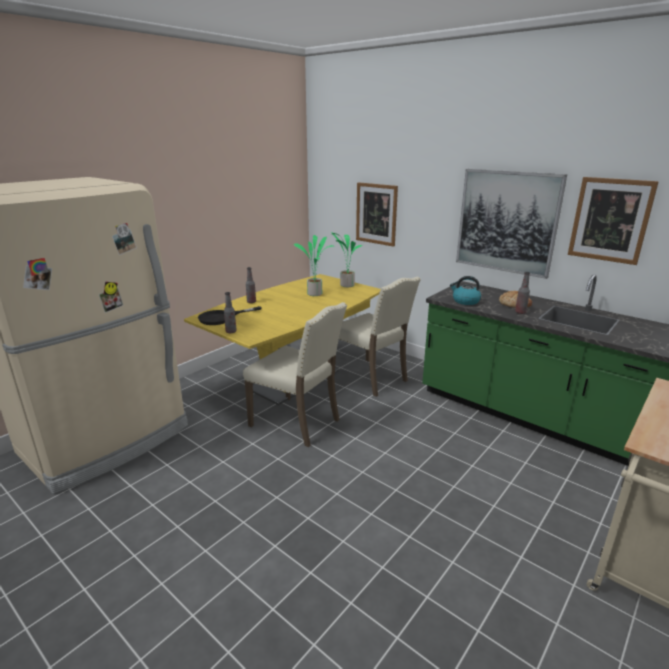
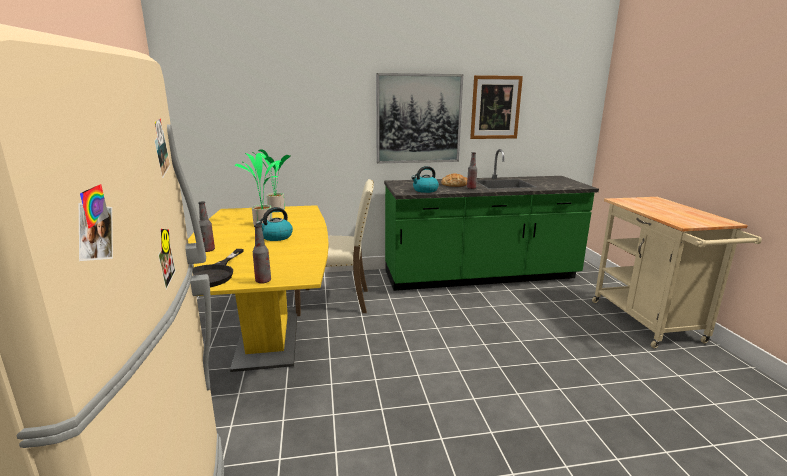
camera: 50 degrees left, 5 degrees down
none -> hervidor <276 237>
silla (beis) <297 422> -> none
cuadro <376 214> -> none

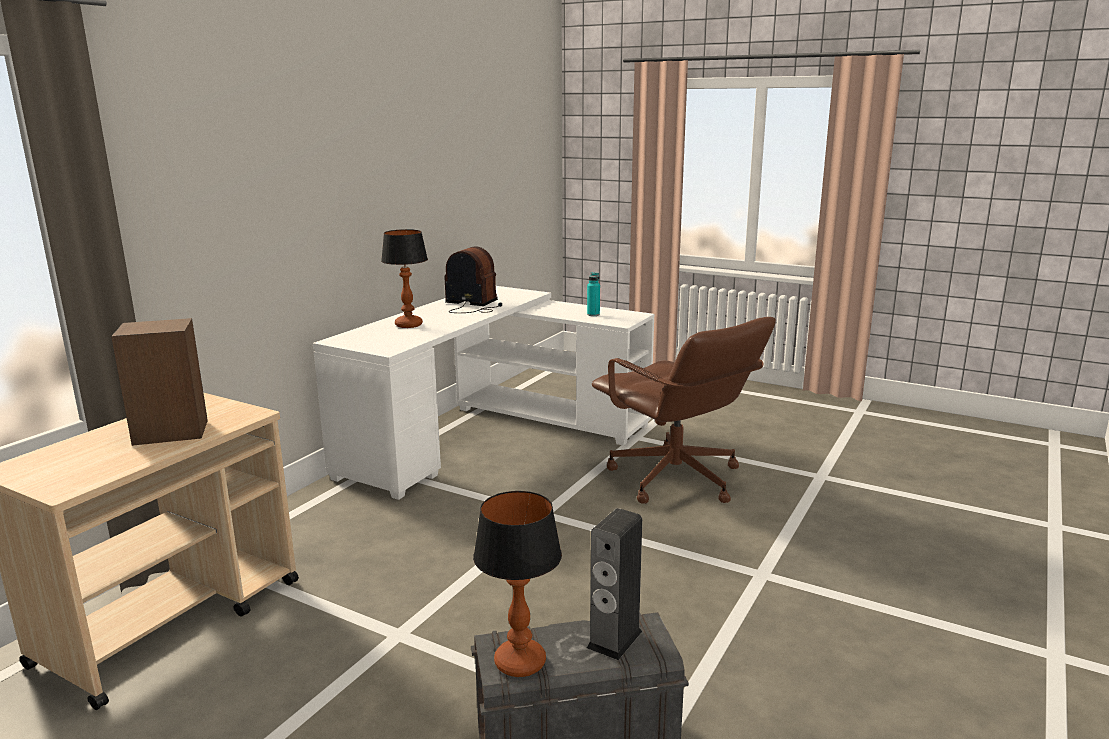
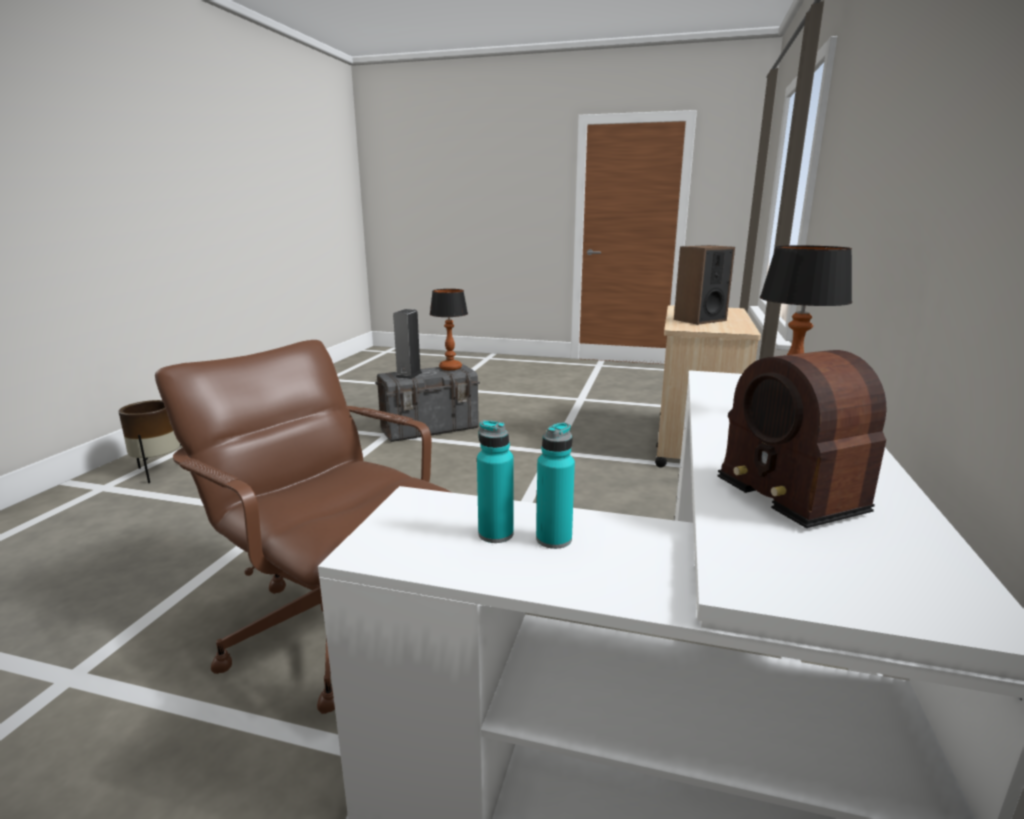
camera: 165 degrees right, 0 degrees up
none -> maceta (marrón) <159 471>
none -> botella (turquesa) <554 539>
radio <473 305> -> radio <796 483>, 60 degrees clockwise

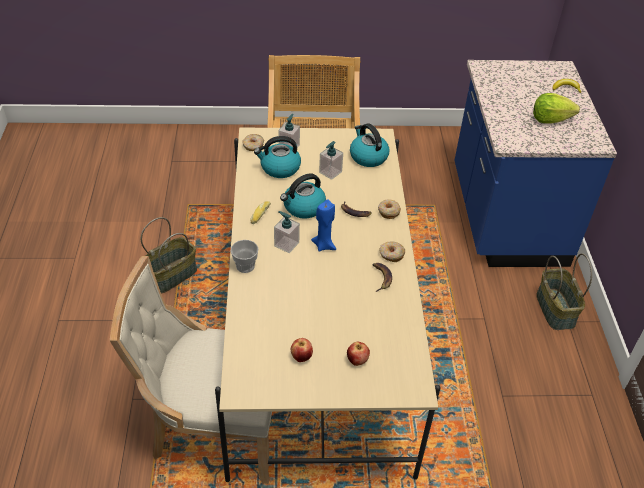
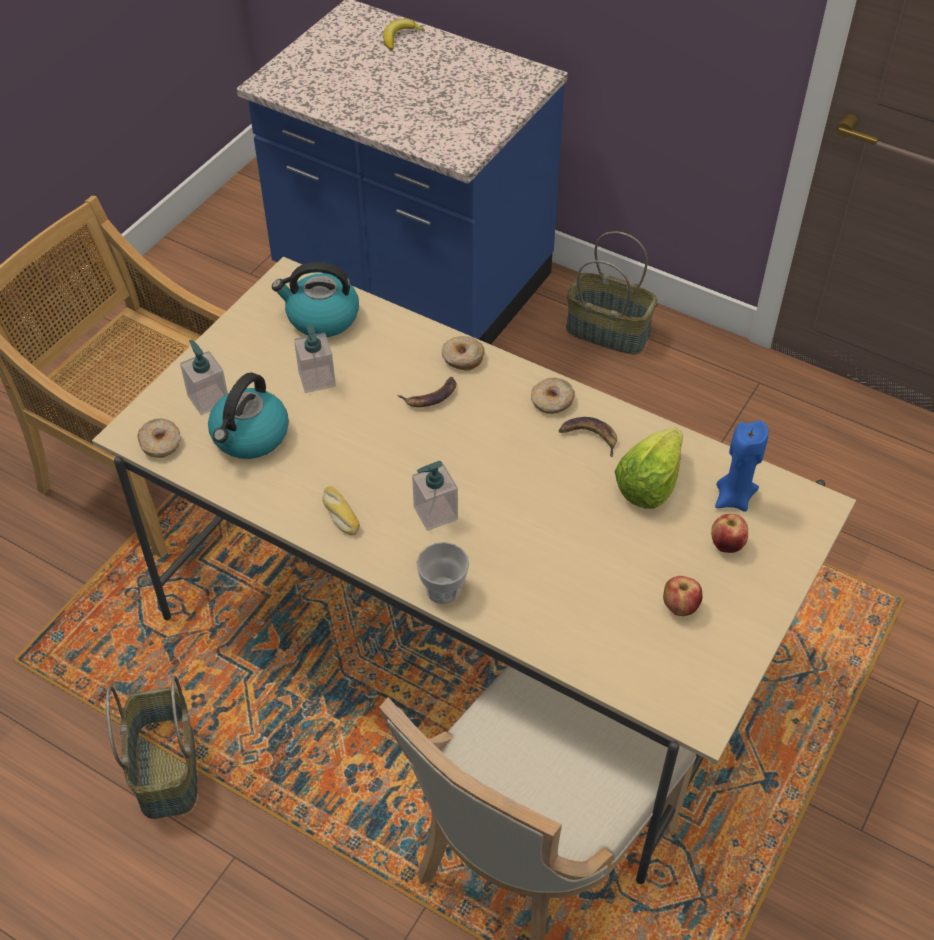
camera: 55 degrees left, 5 degrees up
lechuga <550 119> -> lechuga <649 484>, move
vela (azul) <324 245> -> vela (azul) <733 498>, move
hervidor <303 207> -> none

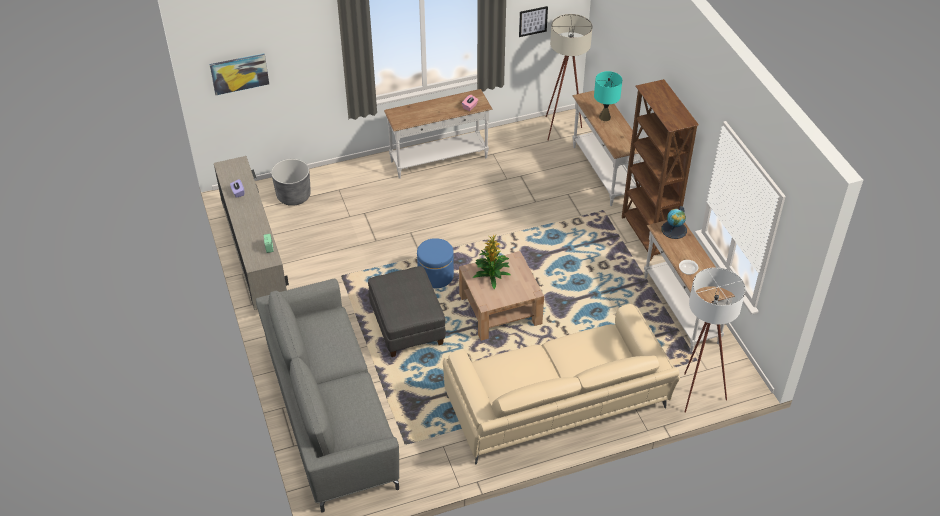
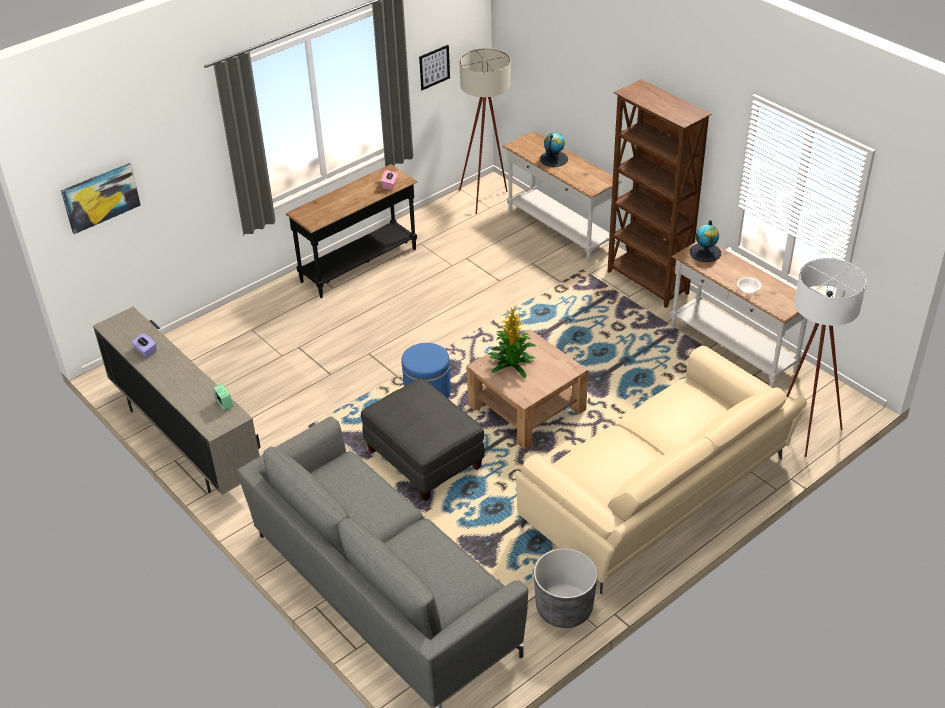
camera: 20 degrees left, 5 degrees down
mesa consola (blanco) <439 160> -> mesa consola (negro) <359 266>
maceta (gris) <293 196> -> maceta (gris) <564 608>, move
lámpara de mesa (turquesa) <604 117> -> globo terráqueo <553 159>

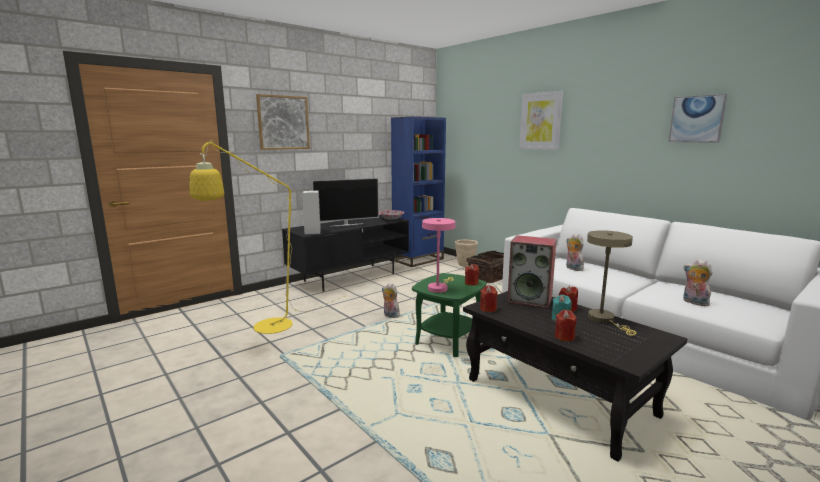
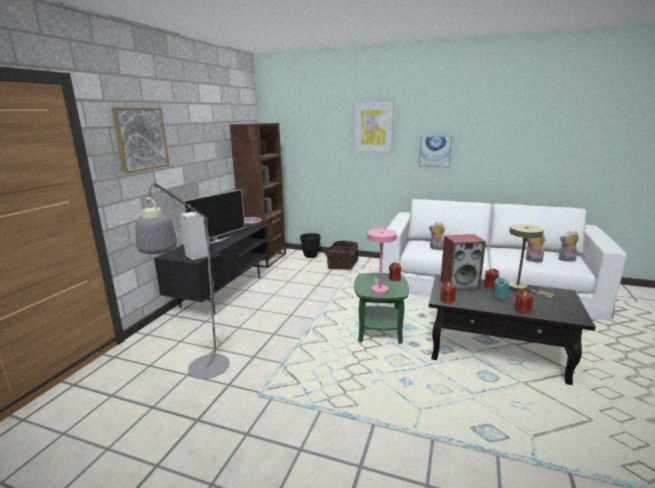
camera: 30 degrees left, 5 degrees up
lámpara de pie (amarillo) <264 329> -> lámpara de pie (gris) <205 373>
estantería (azul) <418 259> -> estantería (marrón) <265 259>
maceta (beis) <465 265> -> maceta (negro) <310 256>
cuadro <697 119> -> cuadro <435 151>, move
peluche <390 316> -> peluche <566 260>, move

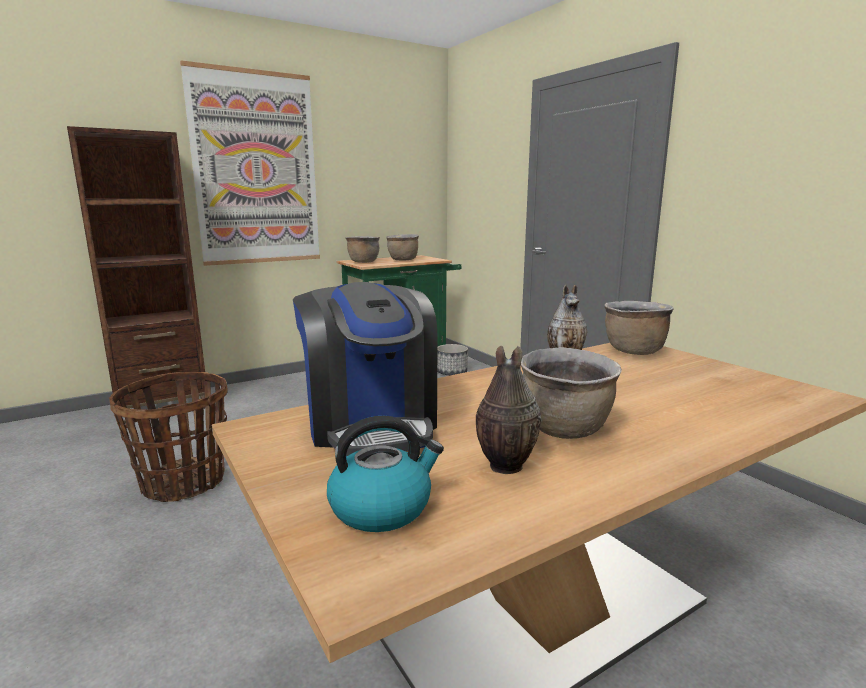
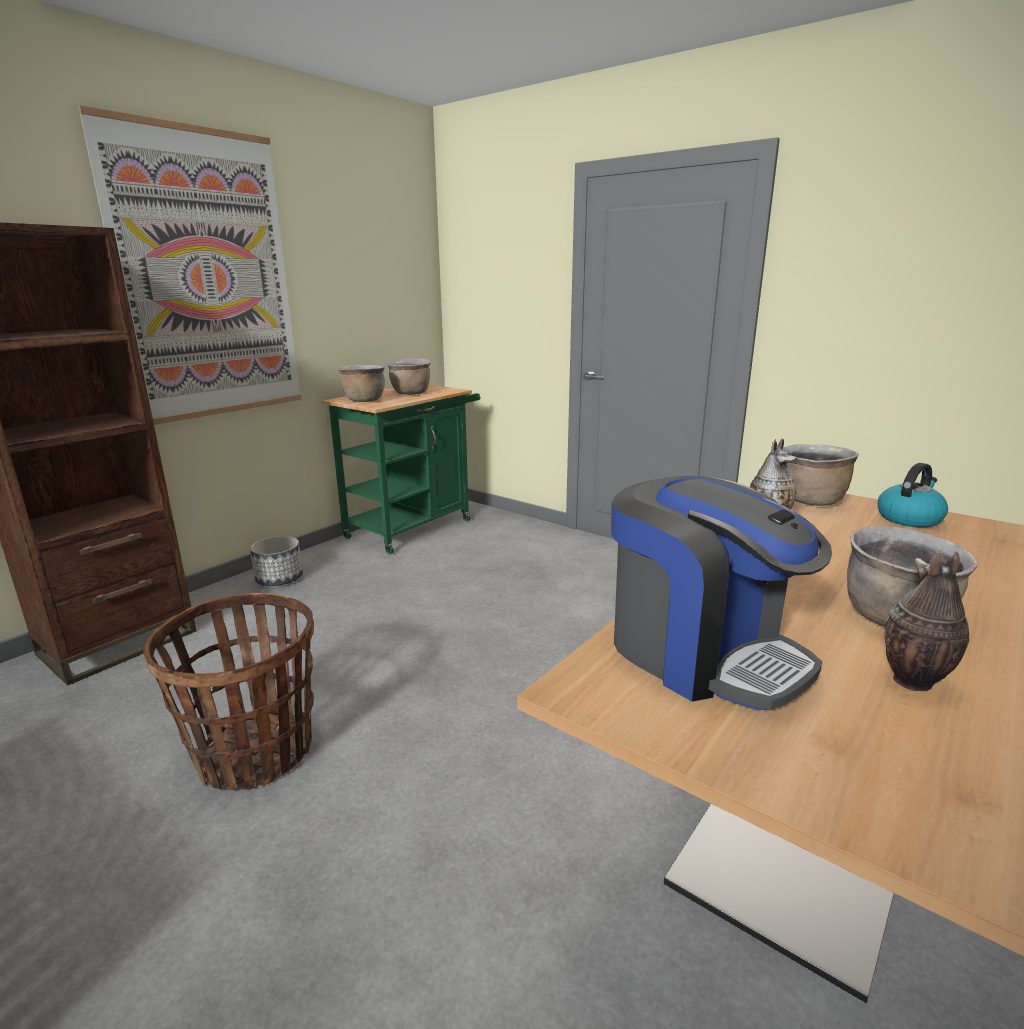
camera: 20 degrees left, 5 degrees up
maceta <451 372> -> maceta <279 578>, move
hervidor <382 507> -> hervidor <909 518>, move

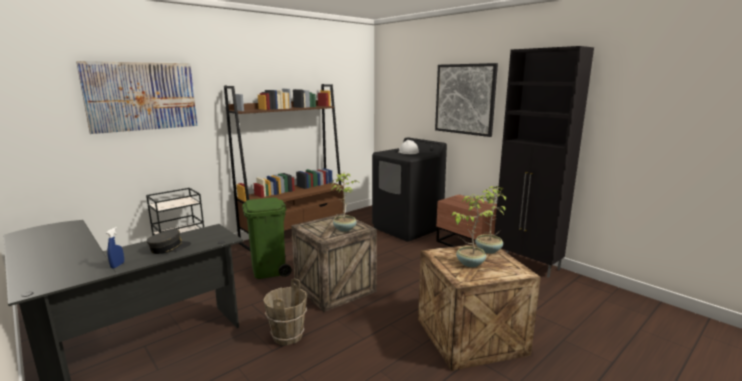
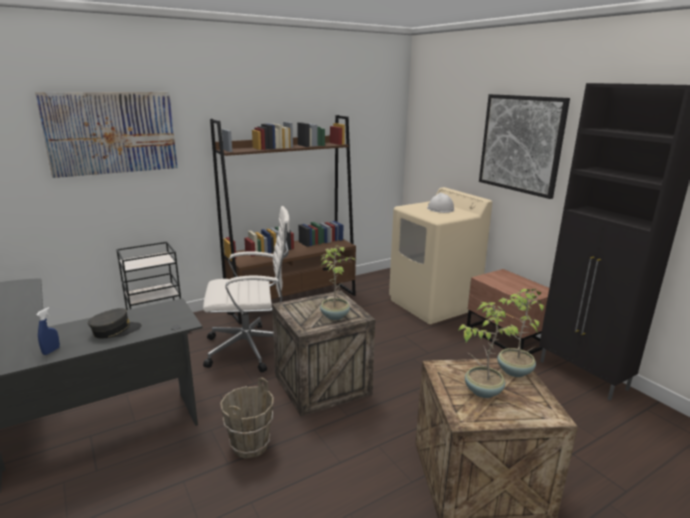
camera: 10 degrees right, 5 degrees up
papelera (verde) <269 270> -> silla de oficina (blanco) <251 348>
lavadora (negro) <407 228> -> lavadora (beis) <433 304>

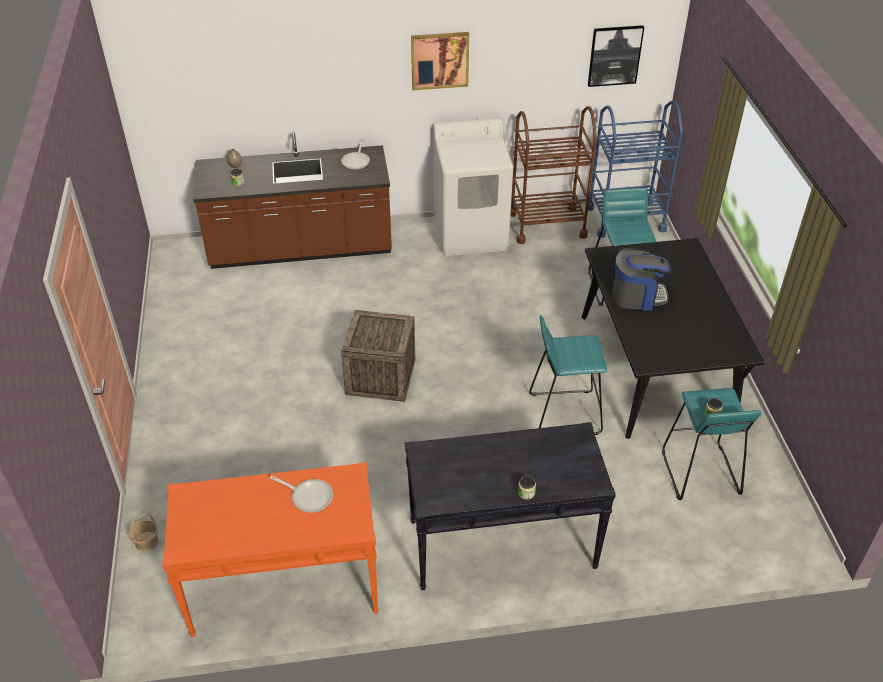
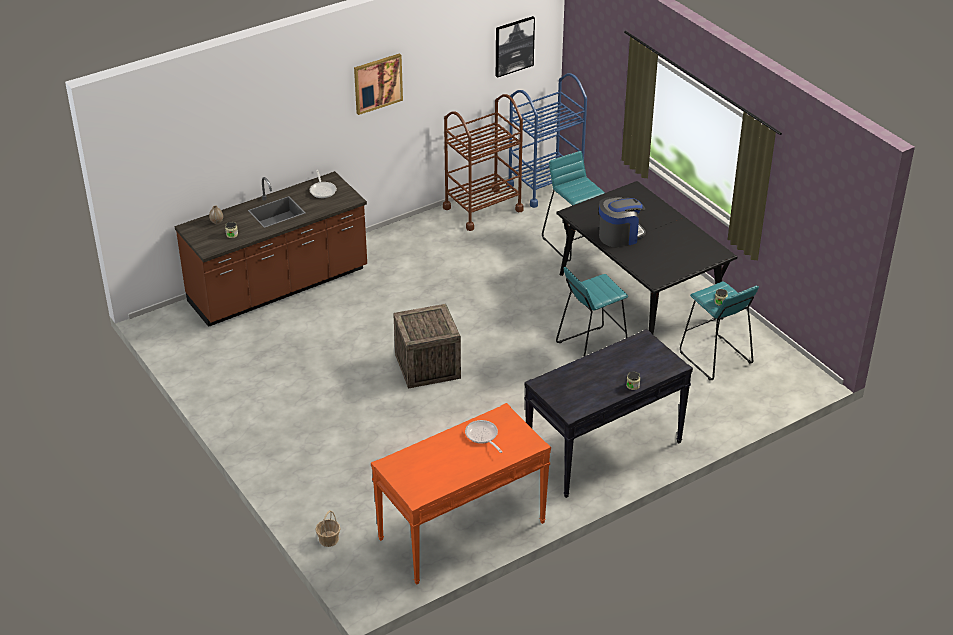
camera: 25 degrees left, 5 degrees down
sartén <309 496> -> sartén <482 436>, 120 degrees counterclockwise
lavadora (blanco) <471 233> -> none

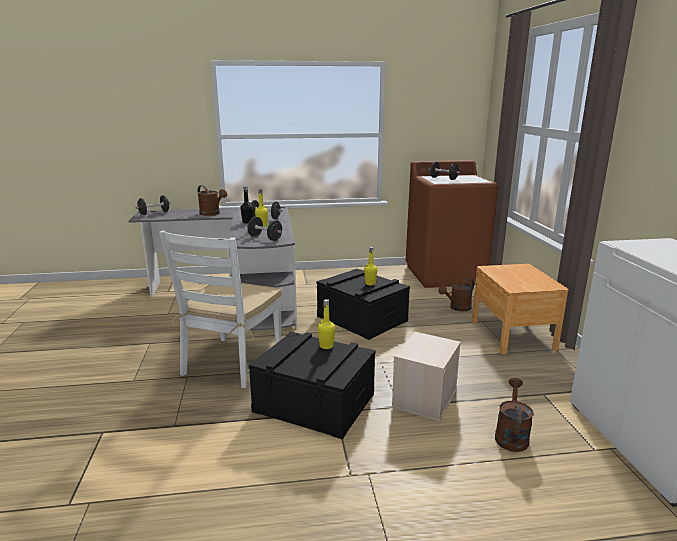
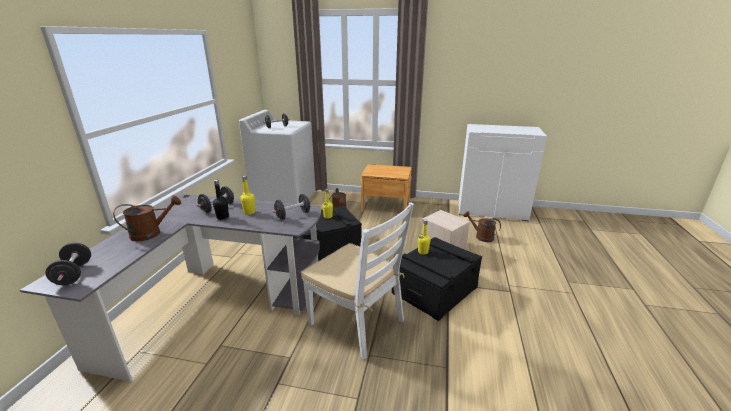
camera: 70 degrees left, 5 degrees up
lavadora (marrón) <445 275> -> lavadora (blanco) <284 199>

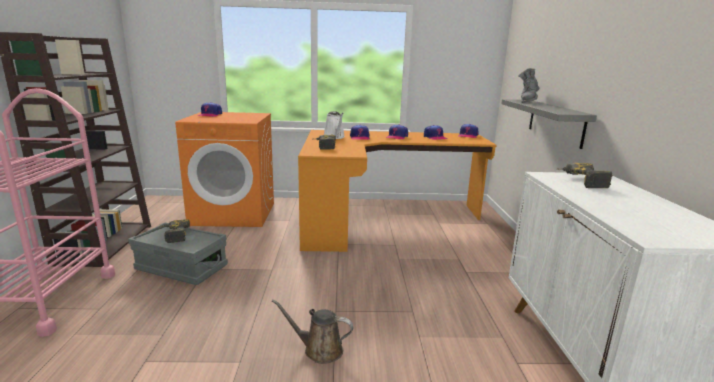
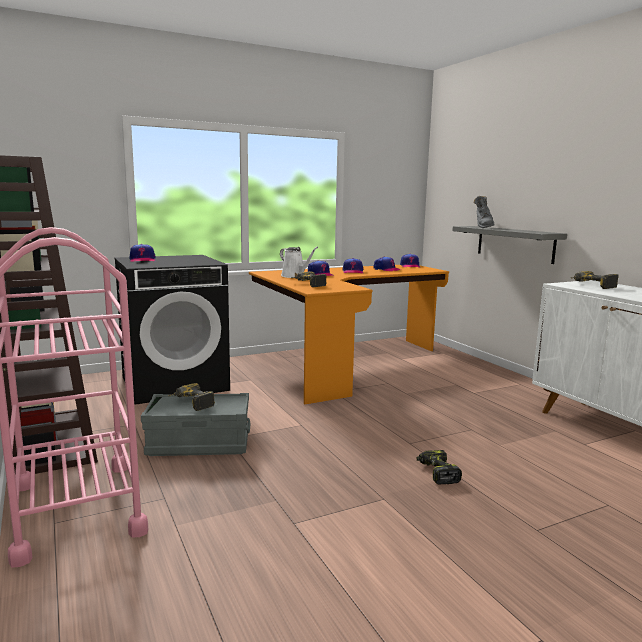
camera: 25 degrees left, 5 degrees down
lavadora (naranja) <234 213> -> lavadora (negro) <175 383>
regadera (marrón) <319 349> -> taladro <437 473>

